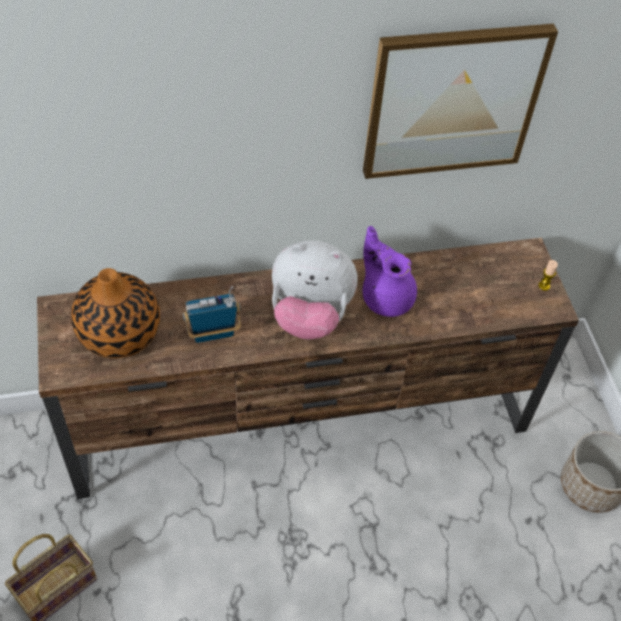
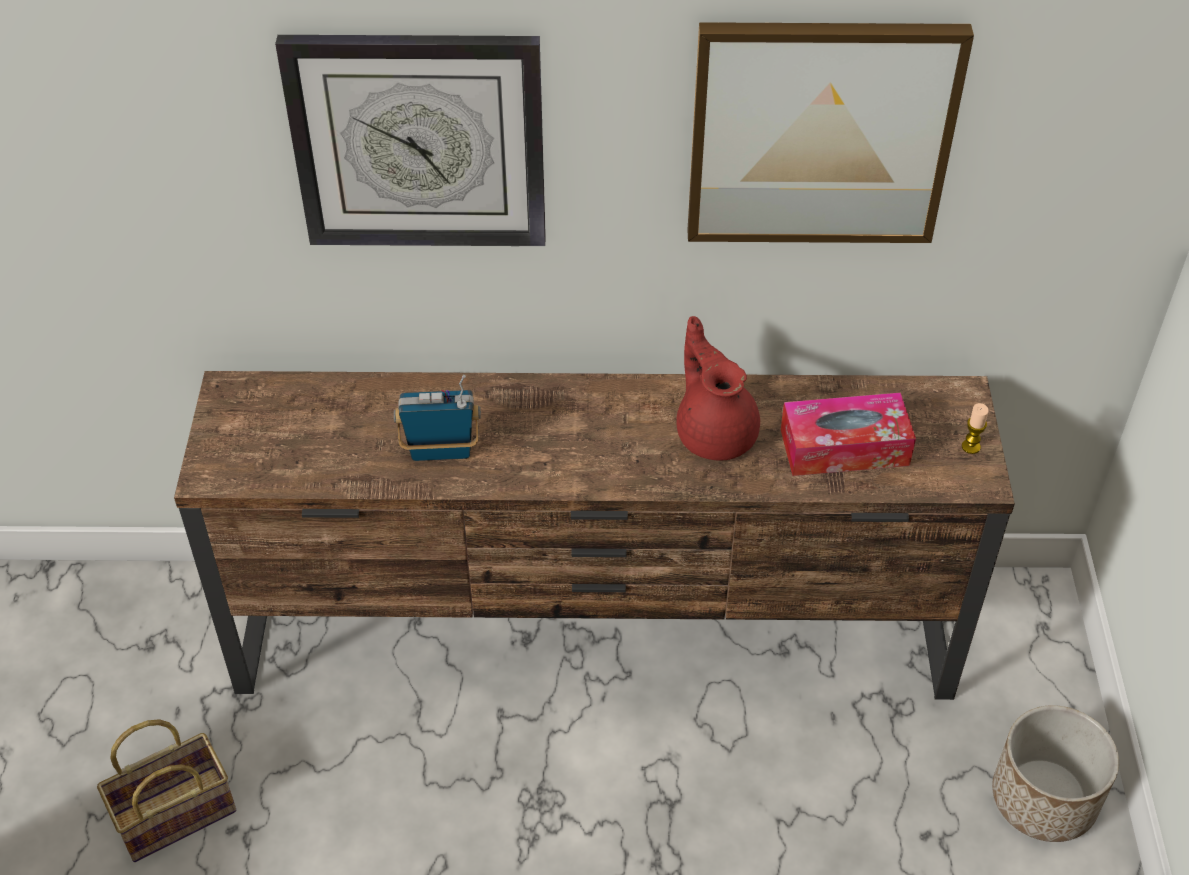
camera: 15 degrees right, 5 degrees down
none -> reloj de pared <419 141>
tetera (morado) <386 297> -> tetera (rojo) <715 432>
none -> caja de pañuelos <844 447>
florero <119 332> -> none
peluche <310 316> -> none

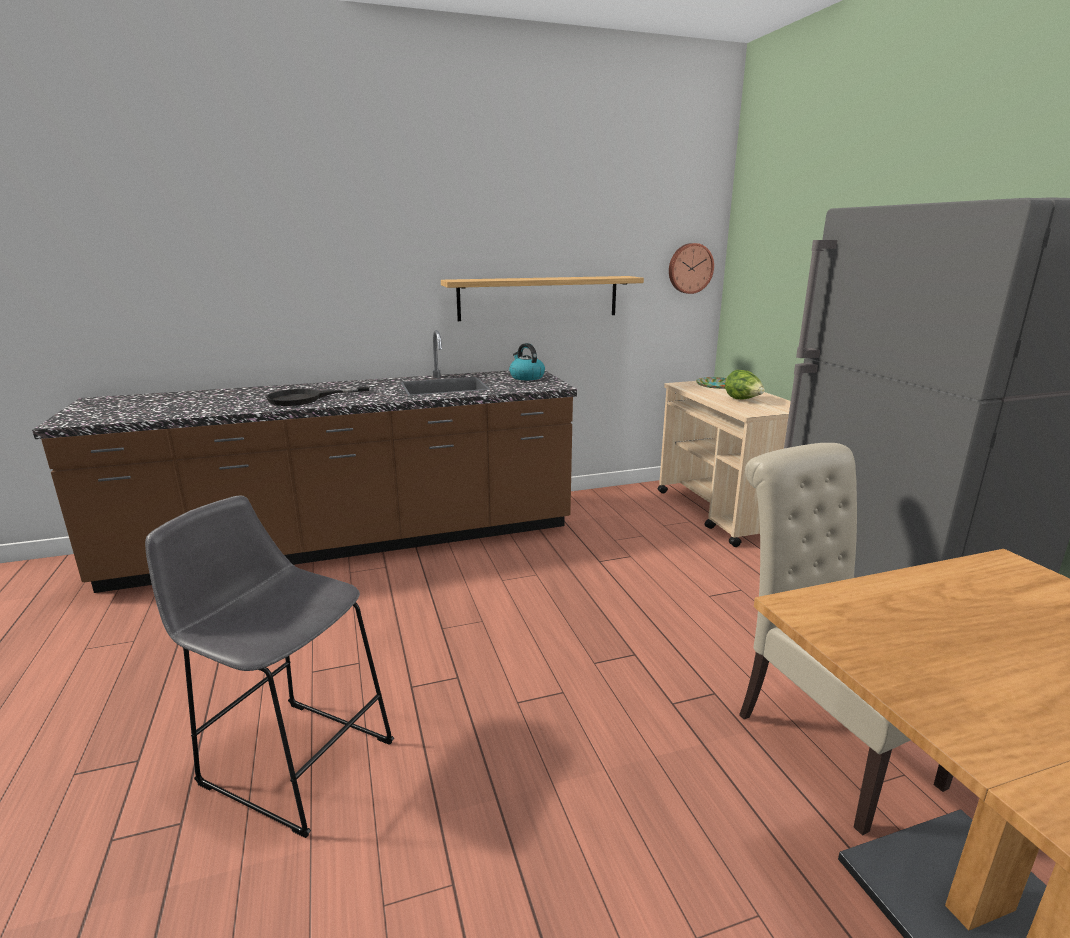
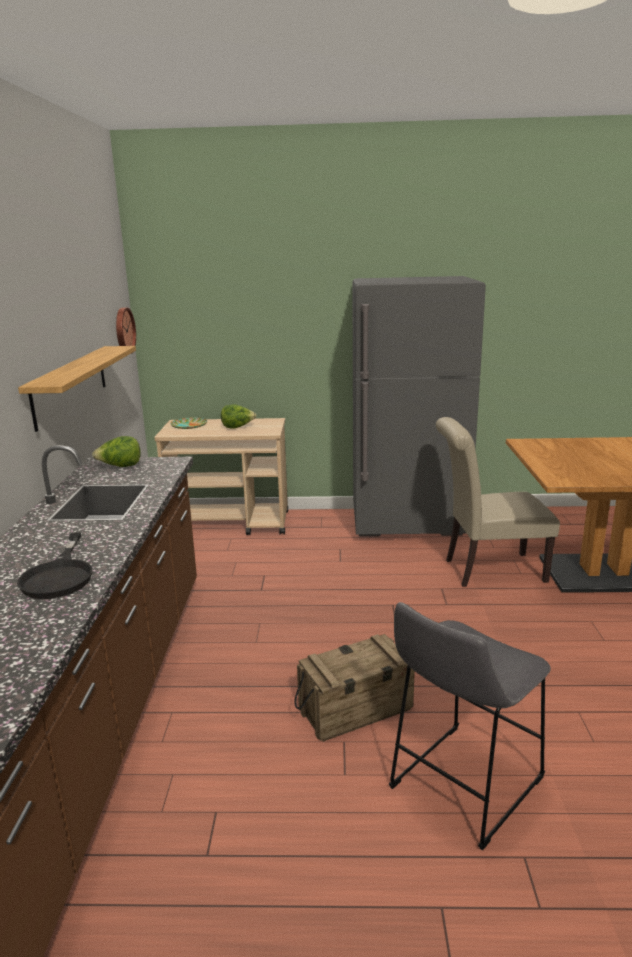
camera: 70 degrees left, 0 degrees up
hervidor <526 377> -> lechuga <120 467>
none -> caja de embalaje <356 710>

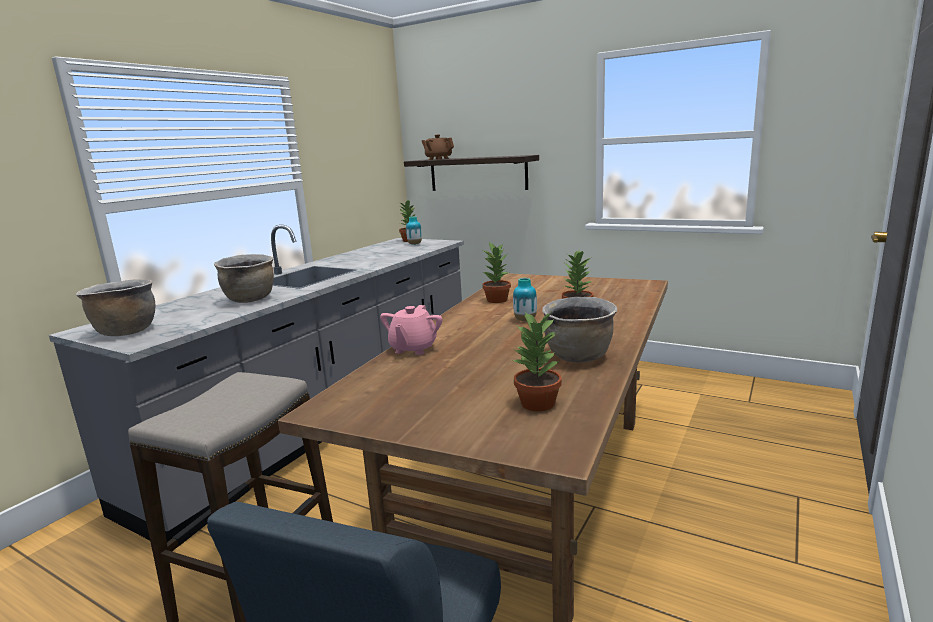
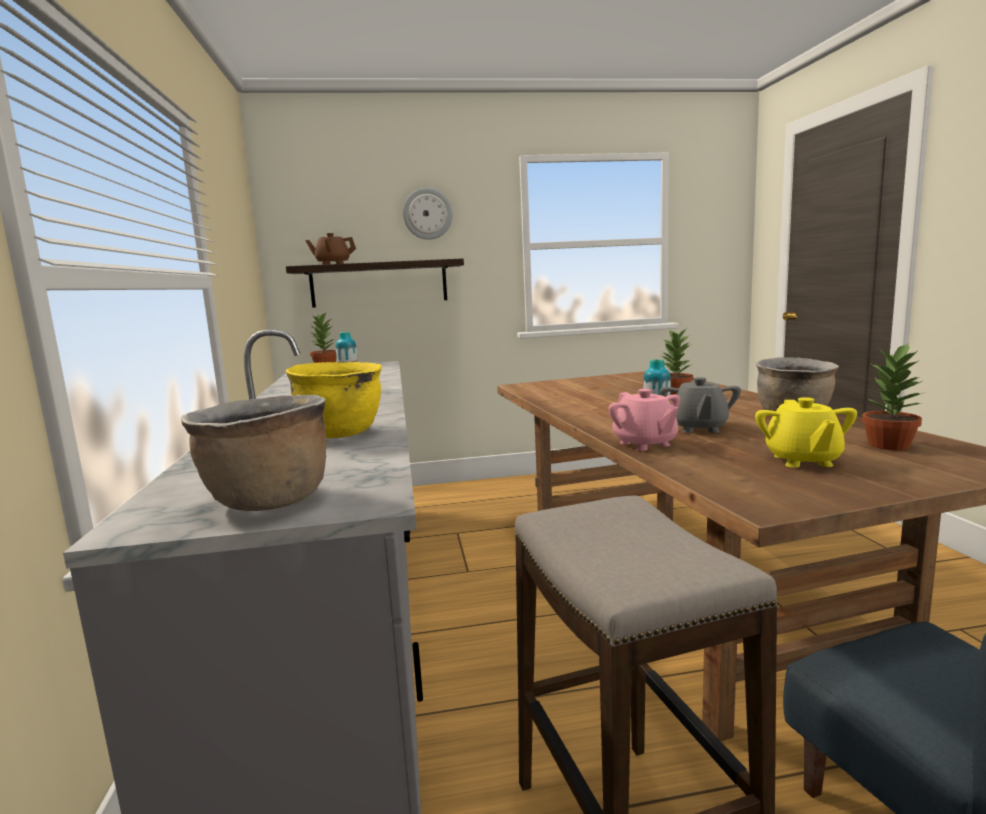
camera: 40 degrees left, 5 degrees down
olla (marrón) <251 299> -> olla (amarillo) <341 433>
none -> reloj de pared <427 214>
none -> tetera (gris) <698 428>
none -> tetera (amarillo) <802 460>
planta en maceta <497 300> -> none

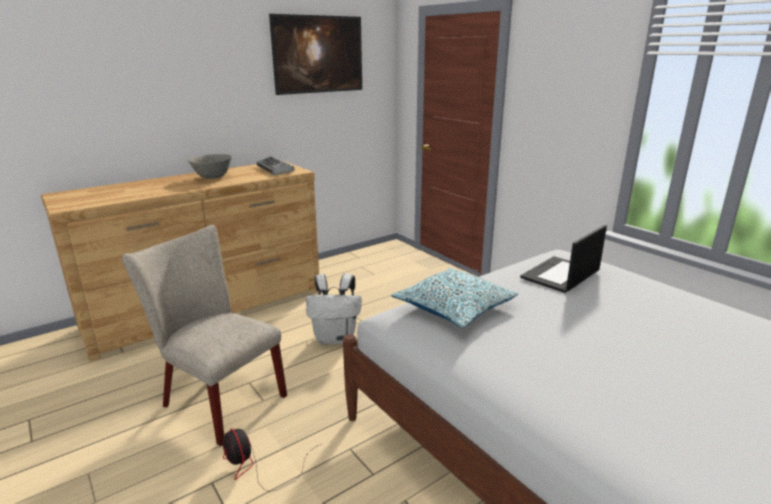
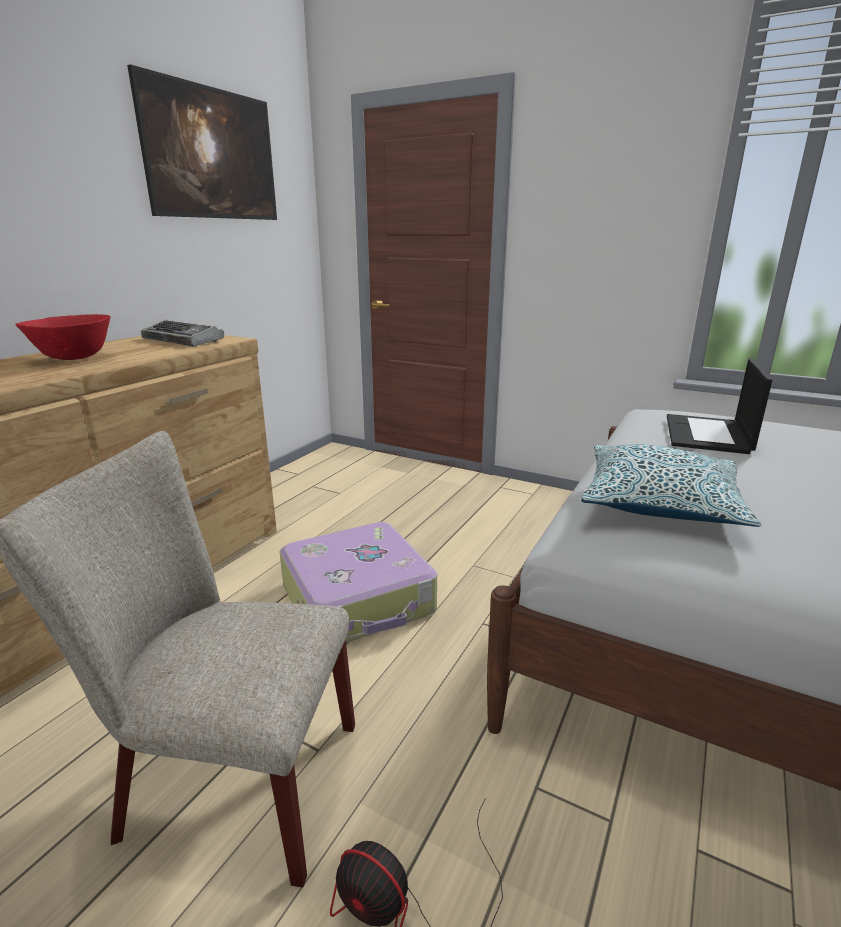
camera: 25 degrees left, 0 degrees up
cuenco (gris) <213 178> -> cuenco (rojo) <74 359>
mochila (blanco) <336 338> -> maleta <359 599>

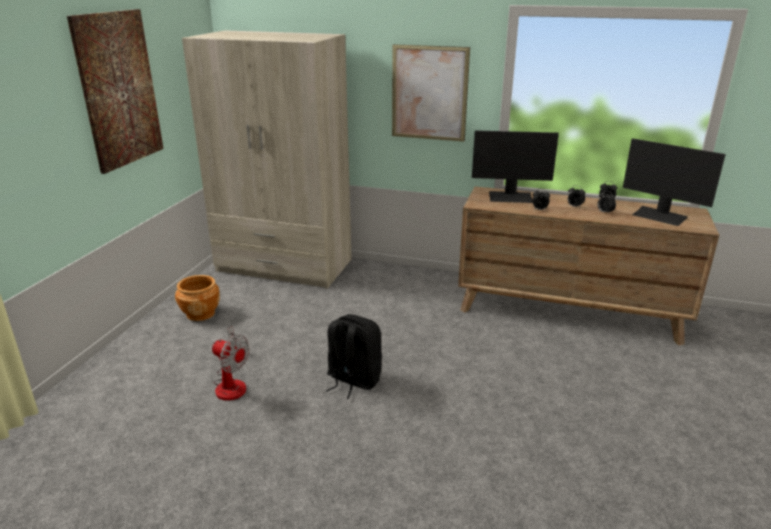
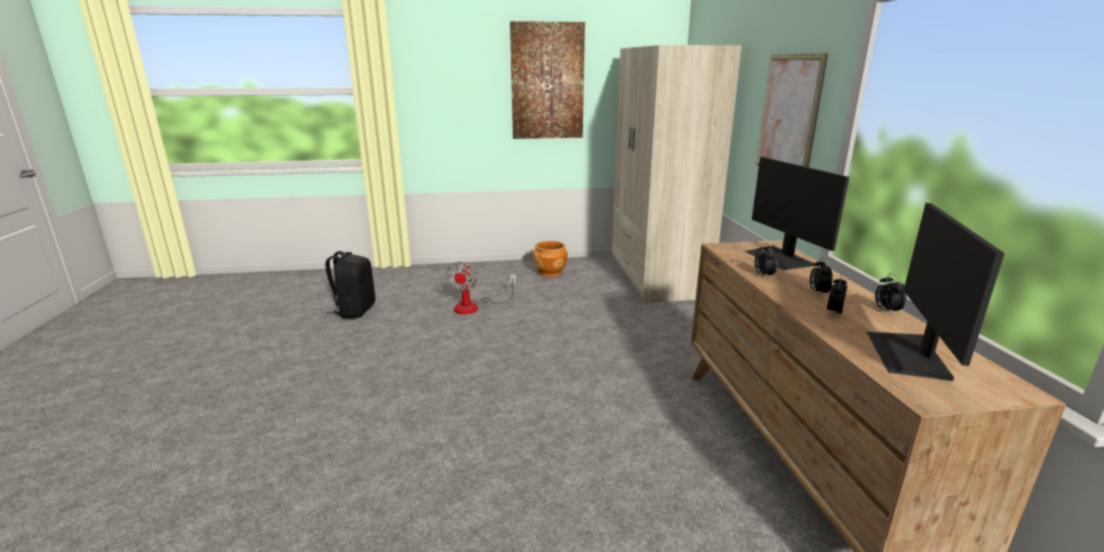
camera: 65 degrees right, 5 degrees down
mochila (negro) <353 380> -> mochila (negro) <355 311>, move

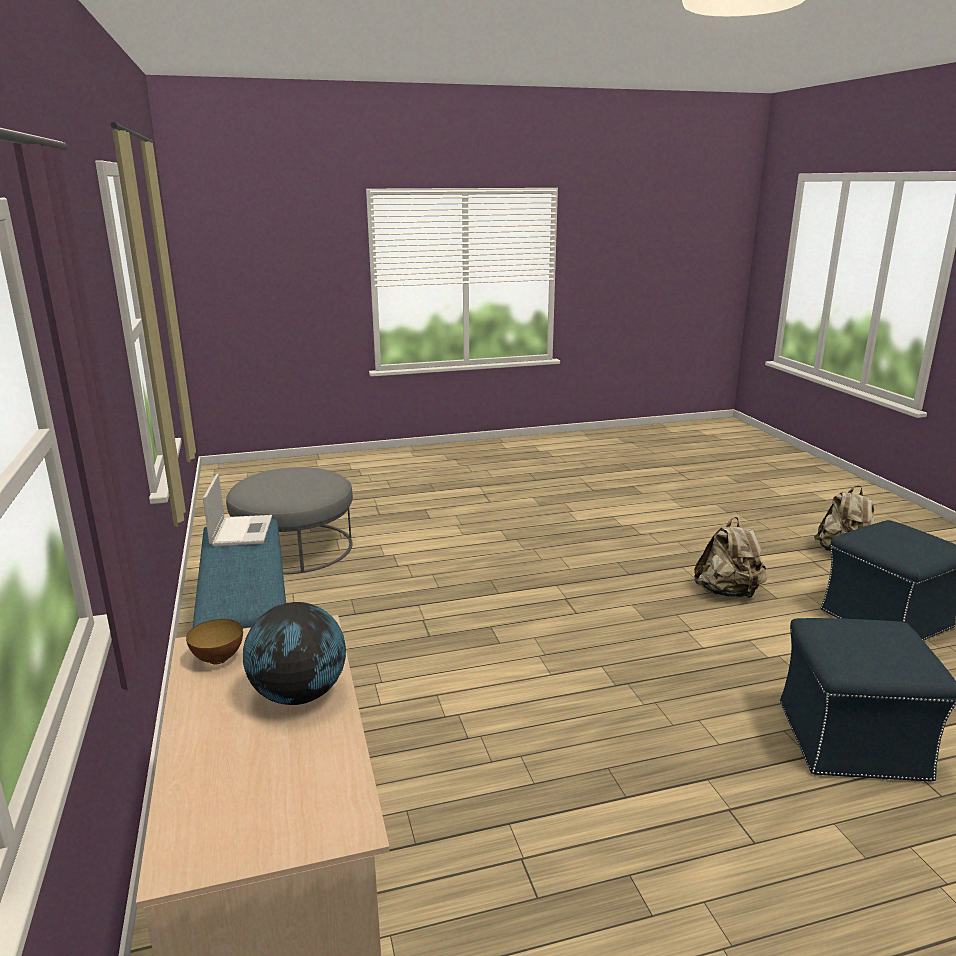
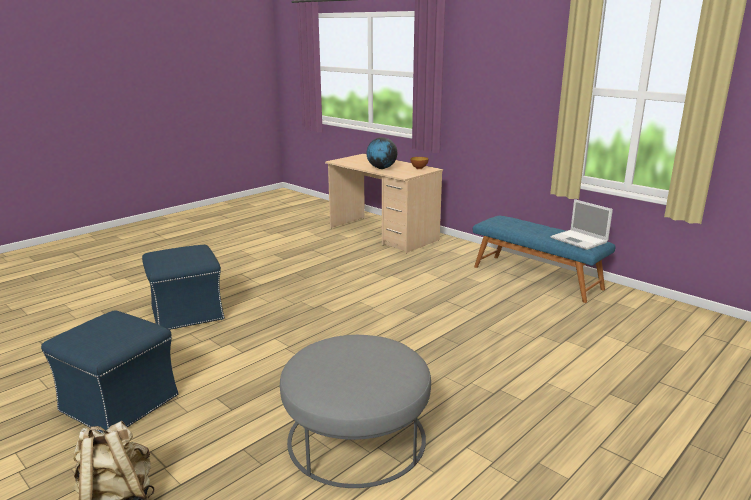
camera: 150 degrees right, 0 degrees up
puf (gris) <295 547> -> puf (gris) <356 438>, move
mochila (beis) <728 592> -> none

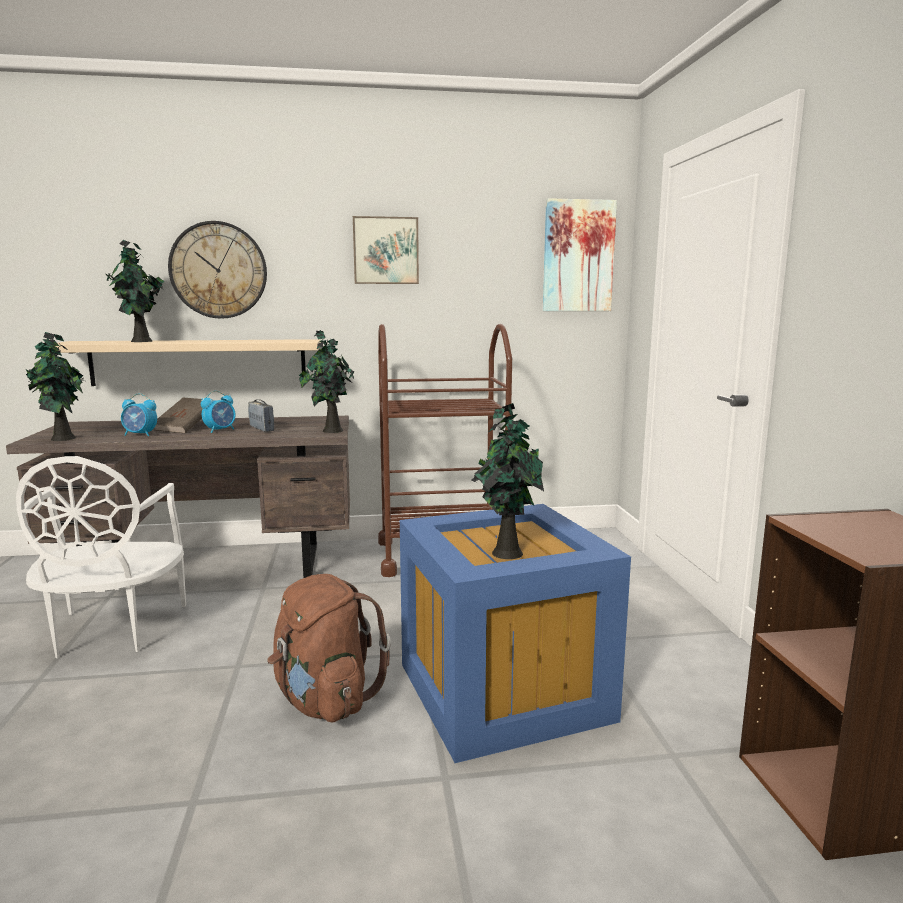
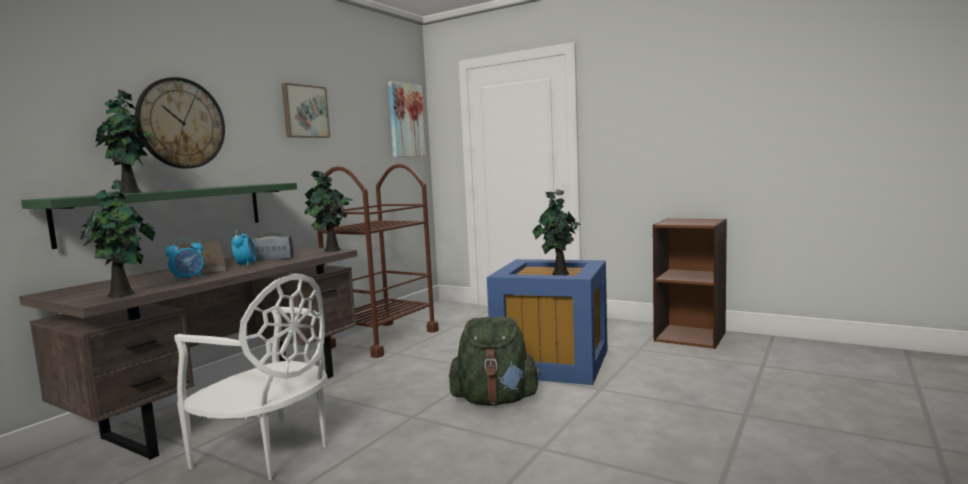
camera: 50 degrees left, 5 degrees down
estante (beis) <199 362> -> estante (verde) <167 212>
mochila (marrón) <325 700> -> mochila (verde) <495 400>

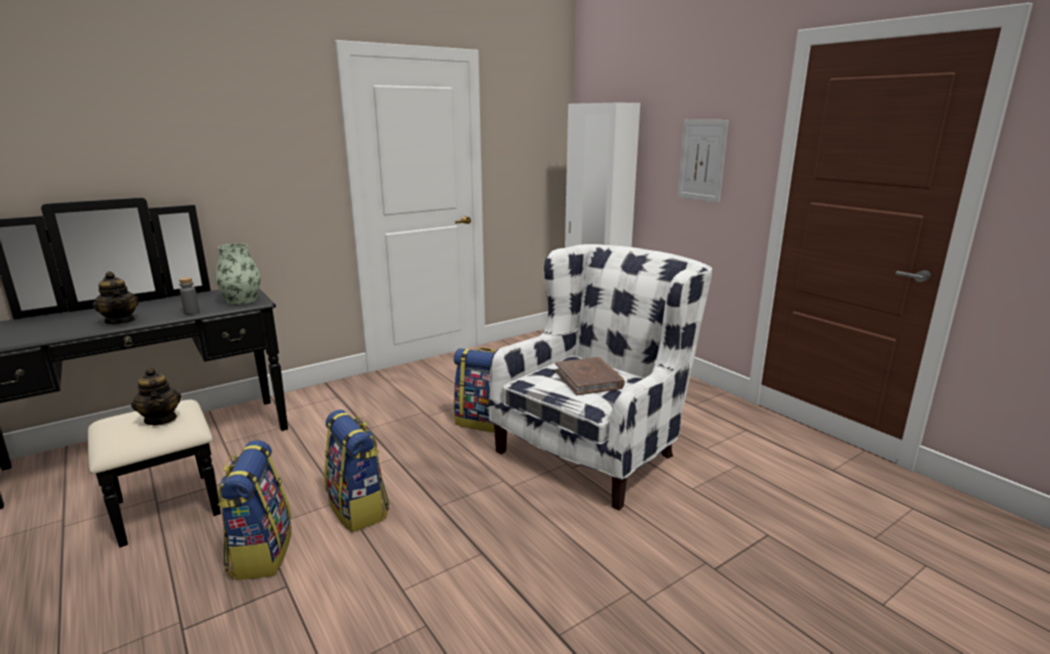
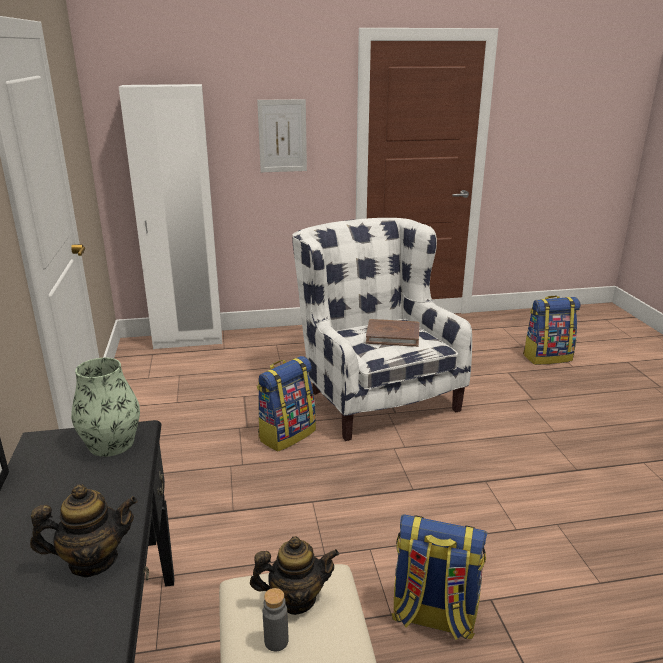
camera: 65 degrees left, 5 degrees up
botella (gris) <192 312> -> botella (gris) <276 641>, move
mochila <359 509> -> mochila <547 357>, move

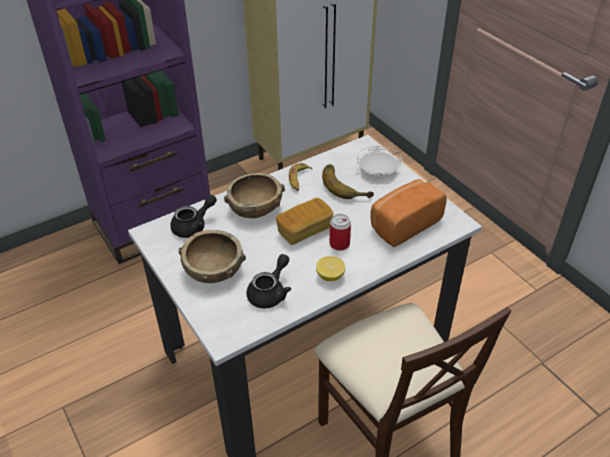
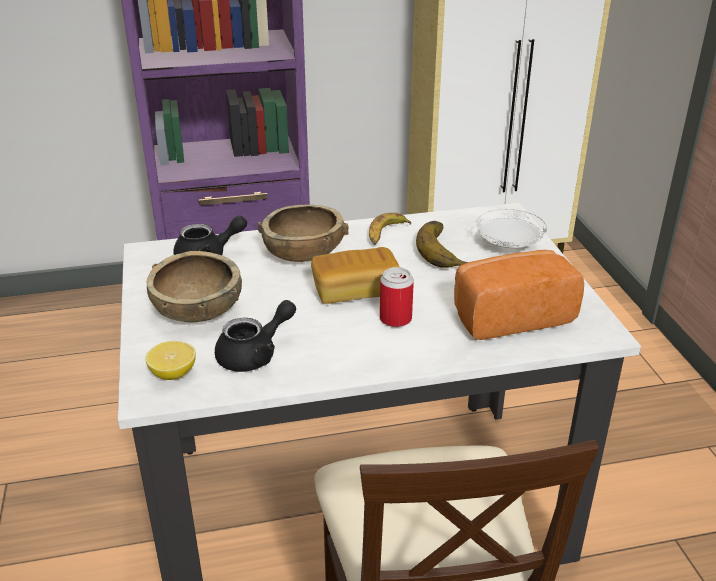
camera: 20 degrees right, 10 degrees down
limón <330 276> -> limón <173 373>, move

